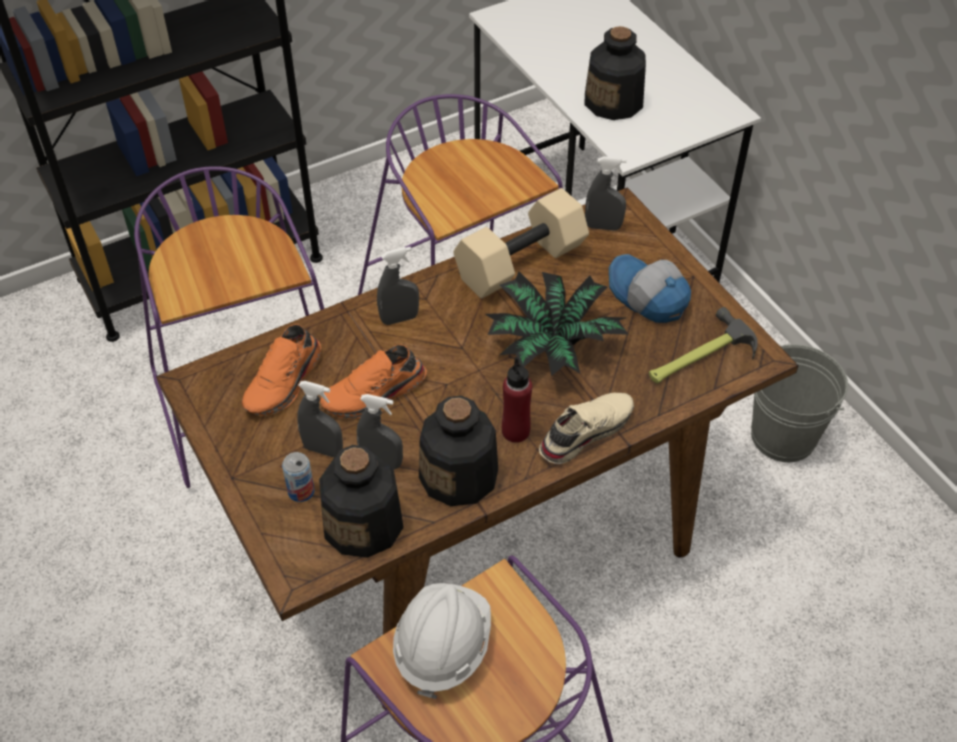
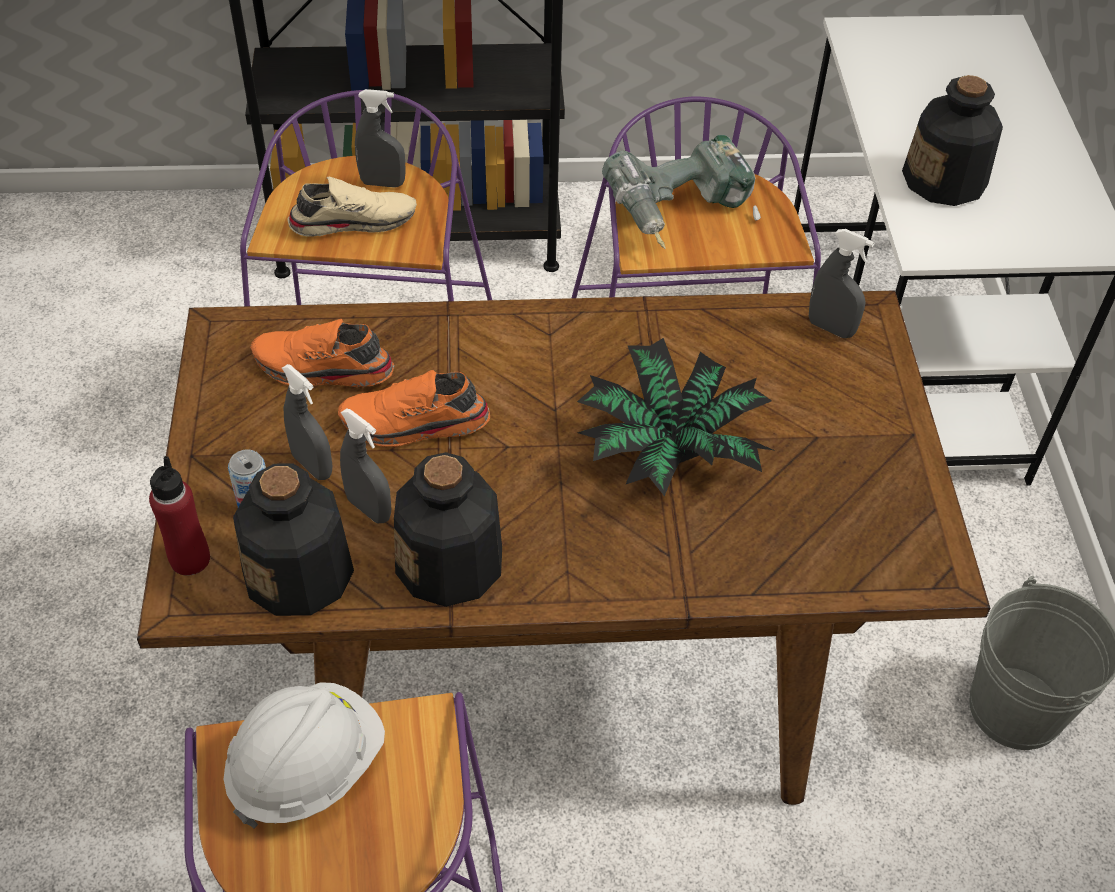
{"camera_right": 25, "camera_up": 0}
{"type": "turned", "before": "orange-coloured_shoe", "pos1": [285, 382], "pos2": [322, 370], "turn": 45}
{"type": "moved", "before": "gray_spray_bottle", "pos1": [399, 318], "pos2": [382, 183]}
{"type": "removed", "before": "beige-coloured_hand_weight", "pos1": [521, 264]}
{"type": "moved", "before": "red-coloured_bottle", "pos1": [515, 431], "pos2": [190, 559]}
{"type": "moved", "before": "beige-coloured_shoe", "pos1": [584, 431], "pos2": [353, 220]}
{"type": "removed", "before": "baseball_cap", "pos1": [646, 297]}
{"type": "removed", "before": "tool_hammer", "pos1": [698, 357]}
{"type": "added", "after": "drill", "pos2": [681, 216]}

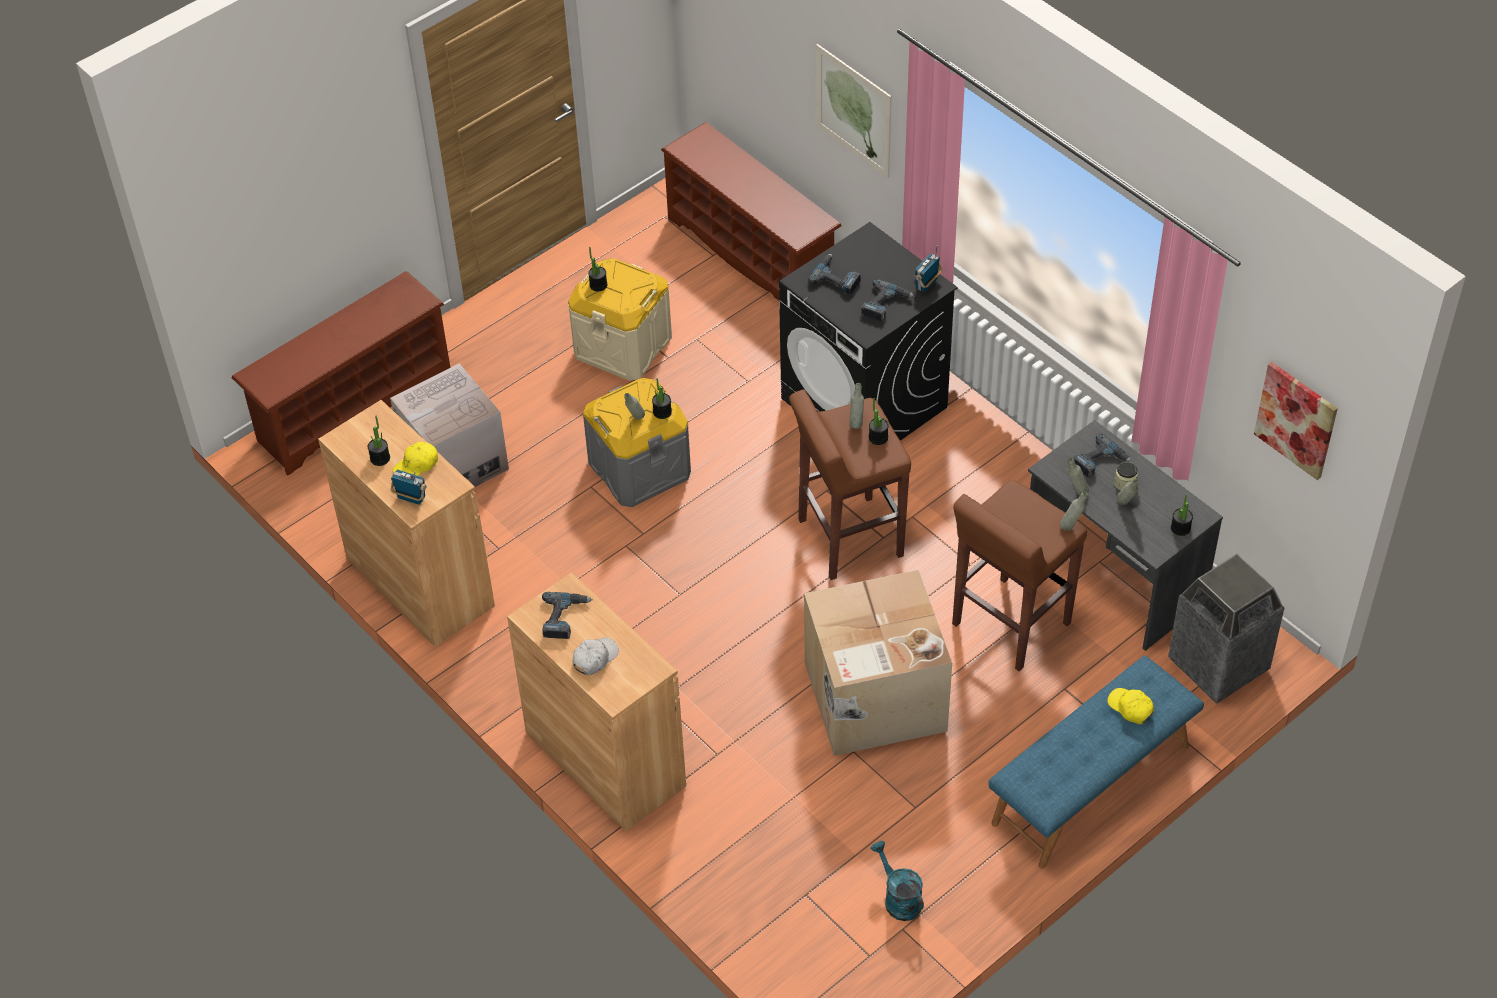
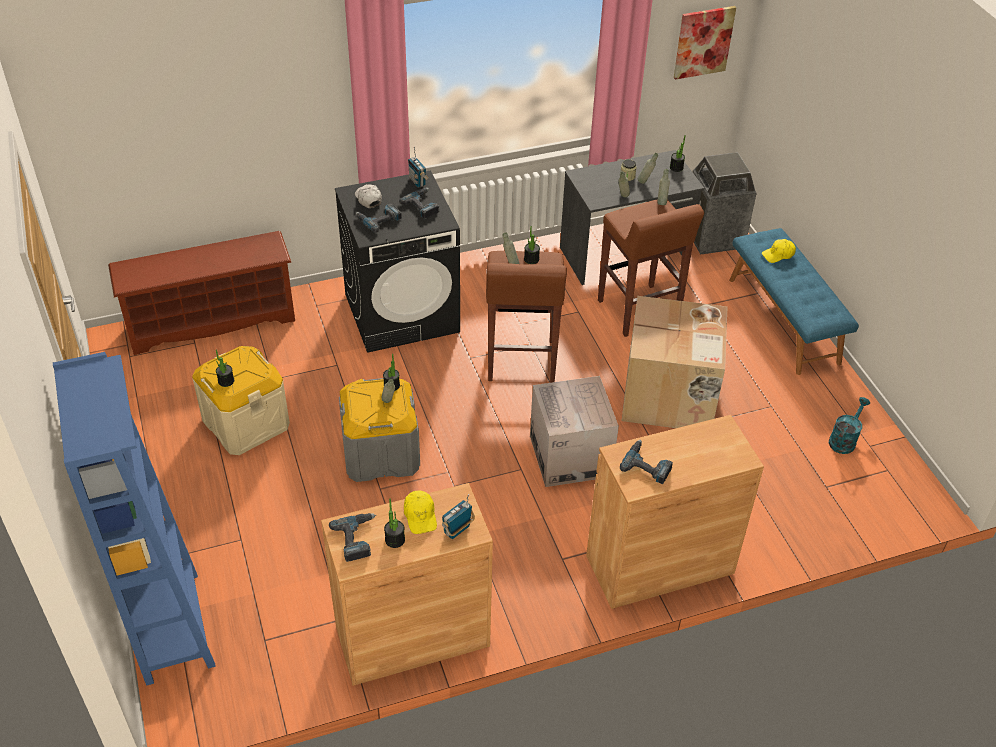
{"camera_right": -70, "camera_up": -5}
{"type": "replaced", "before": "brown-coloured_shoe_rack", "after": "bluish_bookcase", "pos1": [353, 406], "pos2": [172, 627]}
{"type": "moved", "before": "carton", "pos1": [455, 462], "pos2": [570, 456]}
{"type": "moved", "before": "whitish_baseball_cap", "pos1": [595, 658], "pos2": [368, 199]}
{"type": "removed", "before": "wall_art", "pos1": [853, 110]}
{"type": "turned", "before": "turquoise_sprinkling_can", "pos1": [898, 898], "pos2": [844, 439], "turn": 135}
{"type": "moved", "before": "drill", "pos1": [1100, 462], "pos2": [357, 539]}

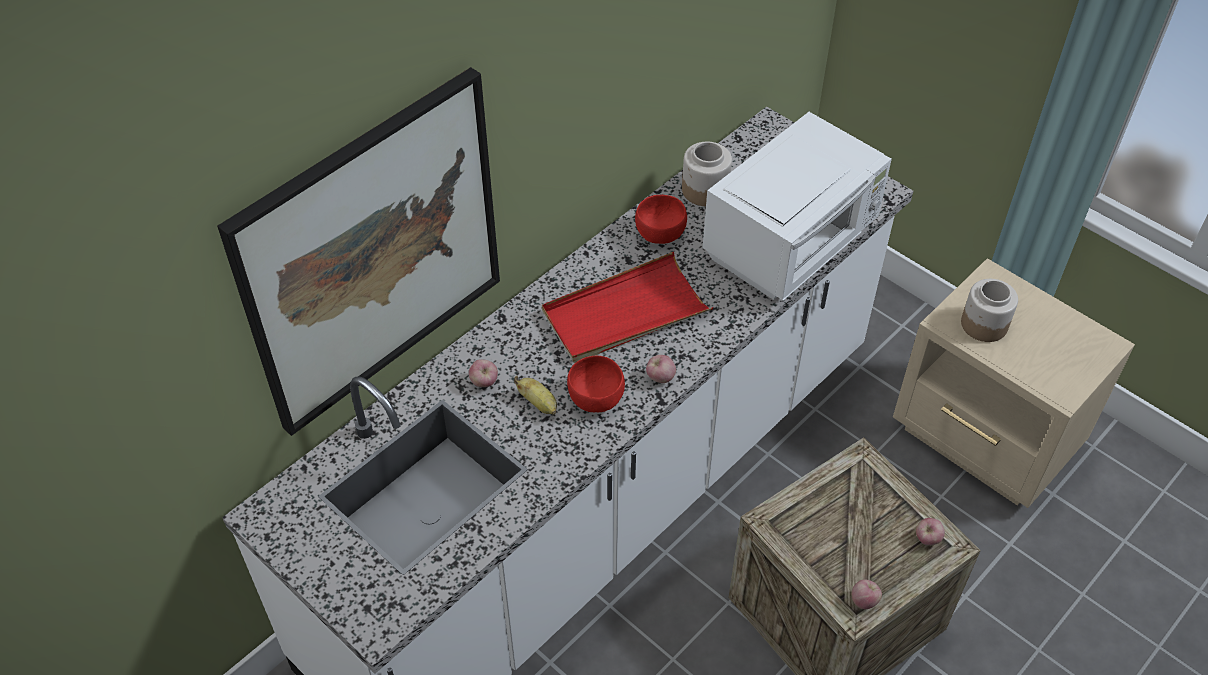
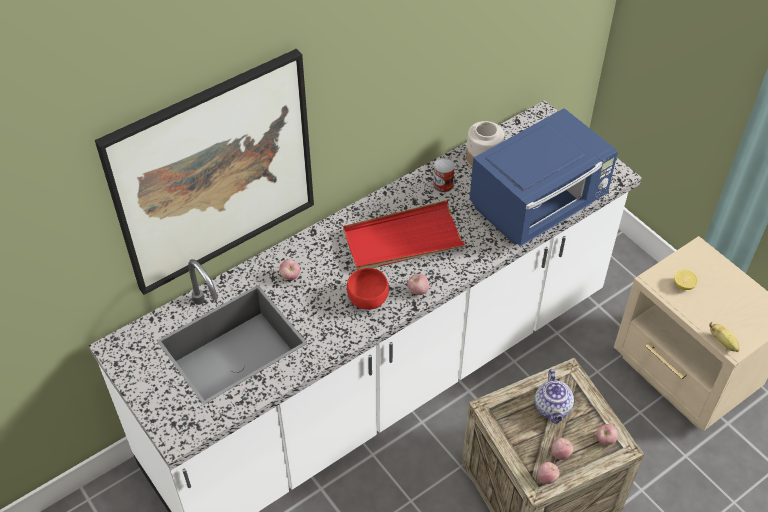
{"camera_right": 10, "camera_up": 0}
{"type": "moved", "before": "banana", "pos1": [539, 404], "pos2": [723, 342]}
{"type": "replaced", "before": "red-coloured_serving_bowl", "after": "can", "pos1": [660, 233], "pos2": [443, 185]}
{"type": "recoloured", "before": "whitish_kitchen_microwave", "after": "bluish_kitchen_microwave", "pos1": [792, 243], "pos2": [539, 205]}
{"type": "replaced", "before": "jar", "after": "citrus_fruit", "pos1": [983, 324], "pos2": [683, 285]}
{"type": "added", "after": "tea_pot", "pos2": [552, 408]}
{"type": "added", "after": "apple_fruit", "pos2": [560, 453]}

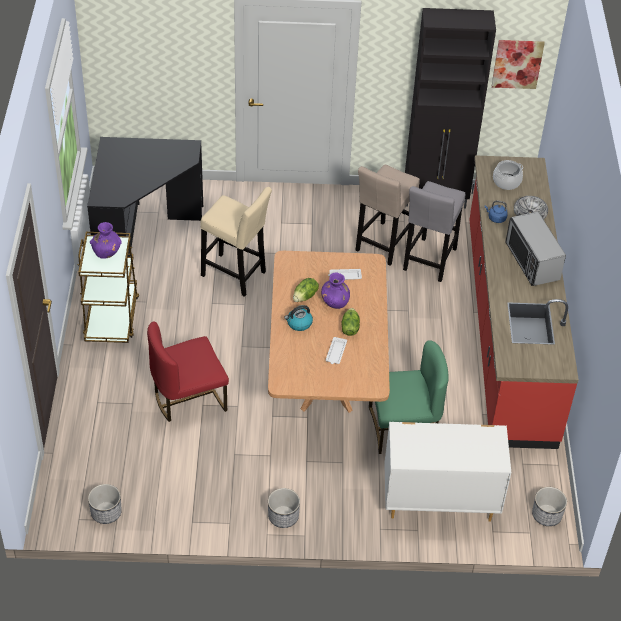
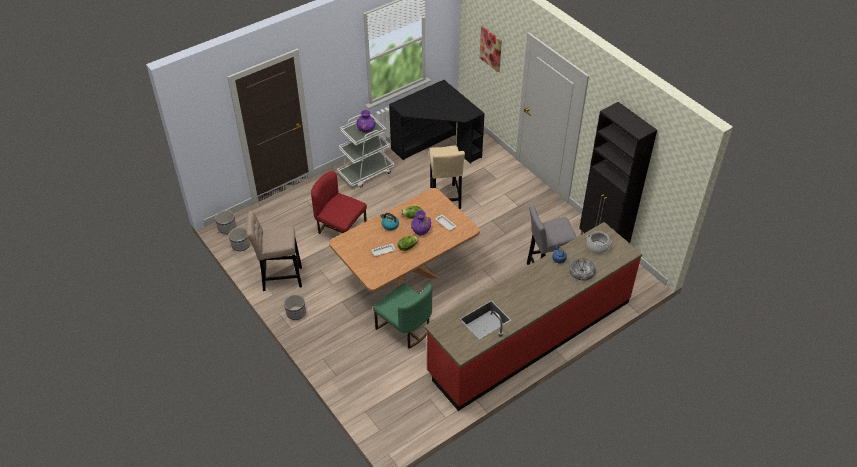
{"camera_right": 55, "camera_up": 0}
{"type": "recoloured", "before": "brown-coloured_wheeled_cart", "after": "whitish_wheeled_cart", "pos1": [111, 318], "pos2": [366, 172]}
{"type": "moved", "before": "beige-coloured_stool_seat", "pos1": [383, 245], "pos2": [279, 278]}
{"type": "removed", "before": "whitish_dresser", "pos1": [439, 501]}
{"type": "moved", "before": "wall_art", "pos1": [517, 63], "pos2": [491, 49]}
{"type": "removed", "before": "kitchen_microwave", "pos1": [532, 261]}
{"type": "moved", "before": "planter", "pos1": [546, 515], "pos2": [227, 228]}

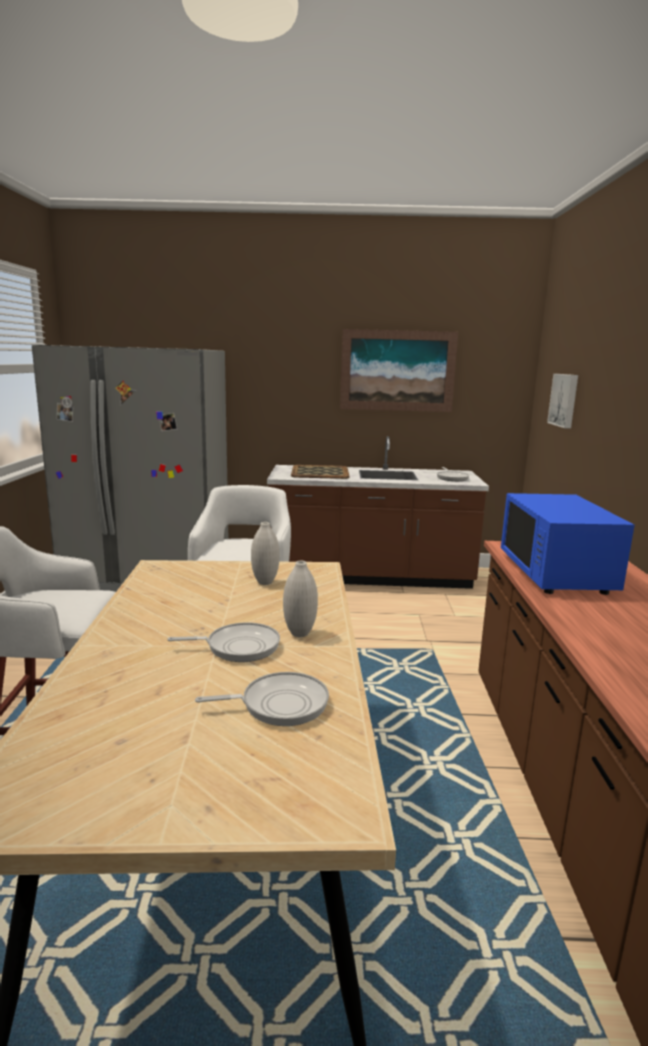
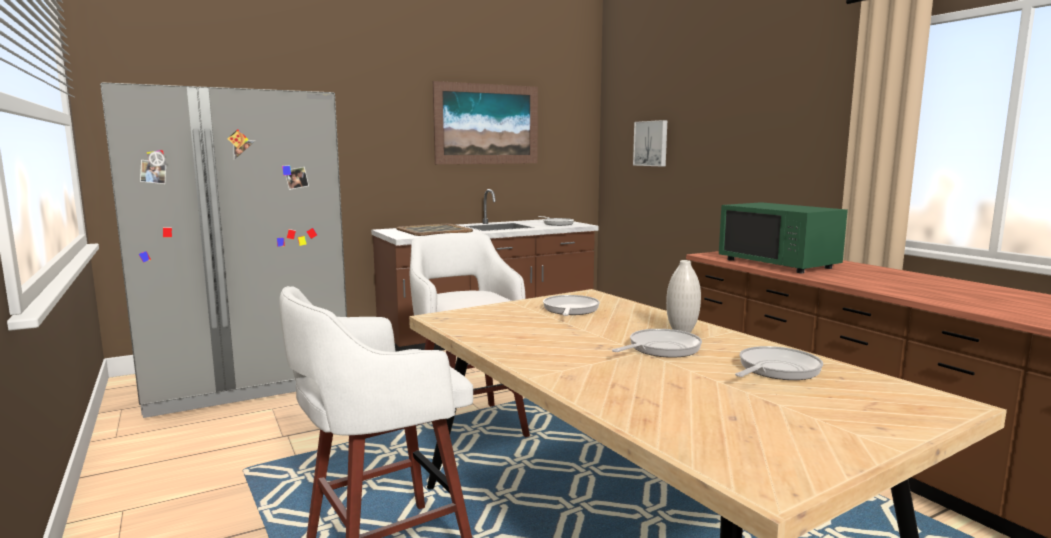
{"camera_right": -30, "camera_up": -5}
{"type": "replaced", "before": "whitish_vase", "after": "frying_pan", "pos1": [265, 582], "pos2": [570, 310]}
{"type": "recoloured", "before": "bluish_kitchen_microwave", "after": "green-coloured_kitchen_microwave", "pos1": [556, 574], "pos2": [778, 263]}

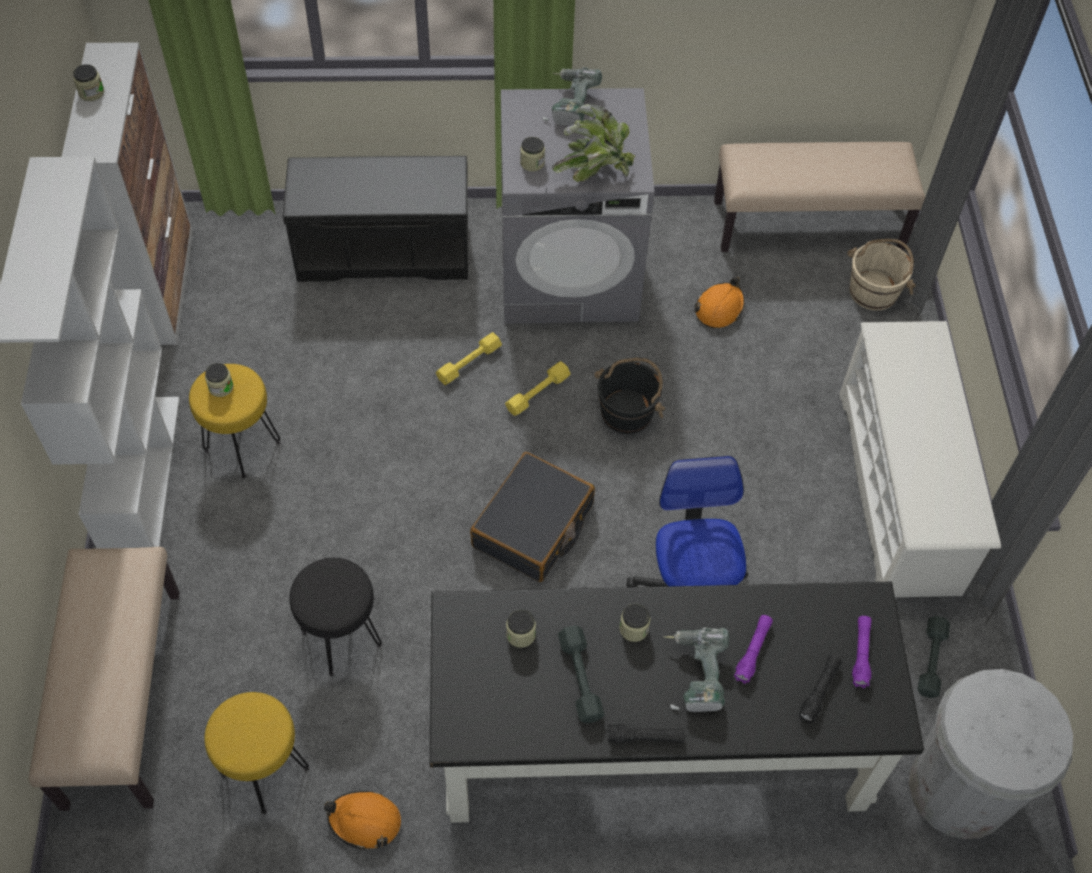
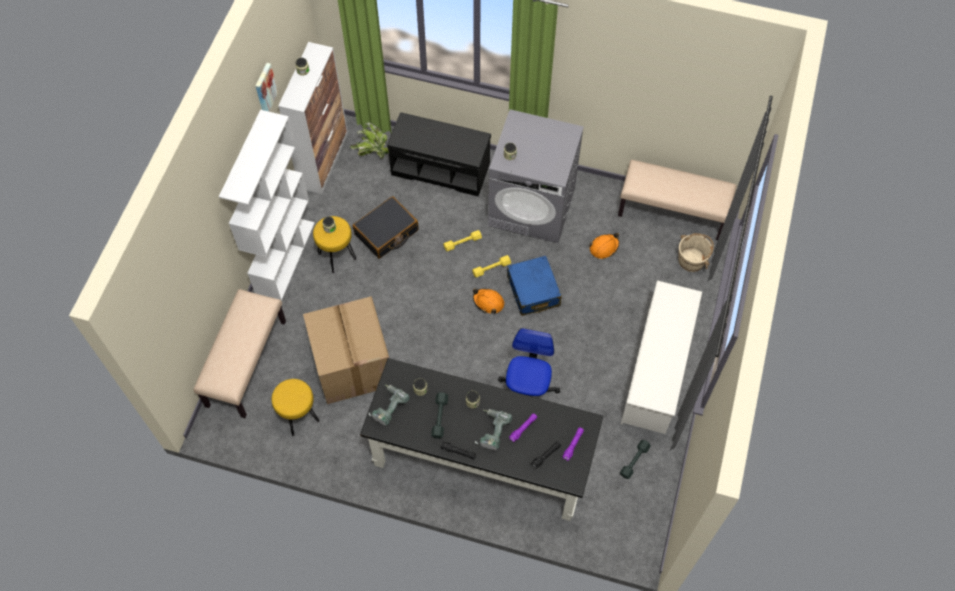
{"camera_right": 20, "camera_up": 5}
{"type": "replaced", "before": "black-coloured_stool_seat", "after": "carton", "pos1": [342, 639], "pos2": [354, 365]}
{"type": "moved", "before": "orange-coloured_work_helmet", "pos1": [365, 821], "pos2": [488, 302]}
{"type": "moved", "before": "black-coloured_suitcase", "pos1": [533, 526], "pos2": [386, 232]}
{"type": "moved", "before": "drill", "pos1": [570, 105], "pos2": [388, 407]}
{"type": "moved", "before": "houseplant", "pos1": [594, 170], "pos2": [371, 151]}
{"type": "replaced", "before": "black-coloured_water_bucket", "after": "bluish_suitcase", "pos1": [627, 412], "pos2": [533, 291]}
{"type": "removed", "before": "whitish_waste_bin", "pos1": [960, 788]}
{"type": "added", "after": "wall_art", "pos2": [264, 88]}

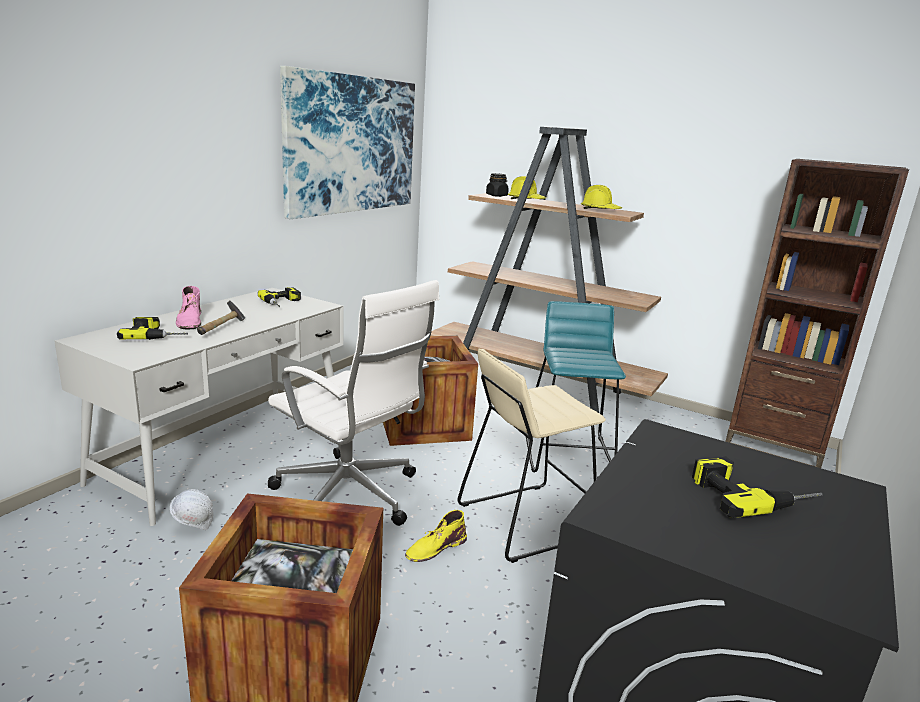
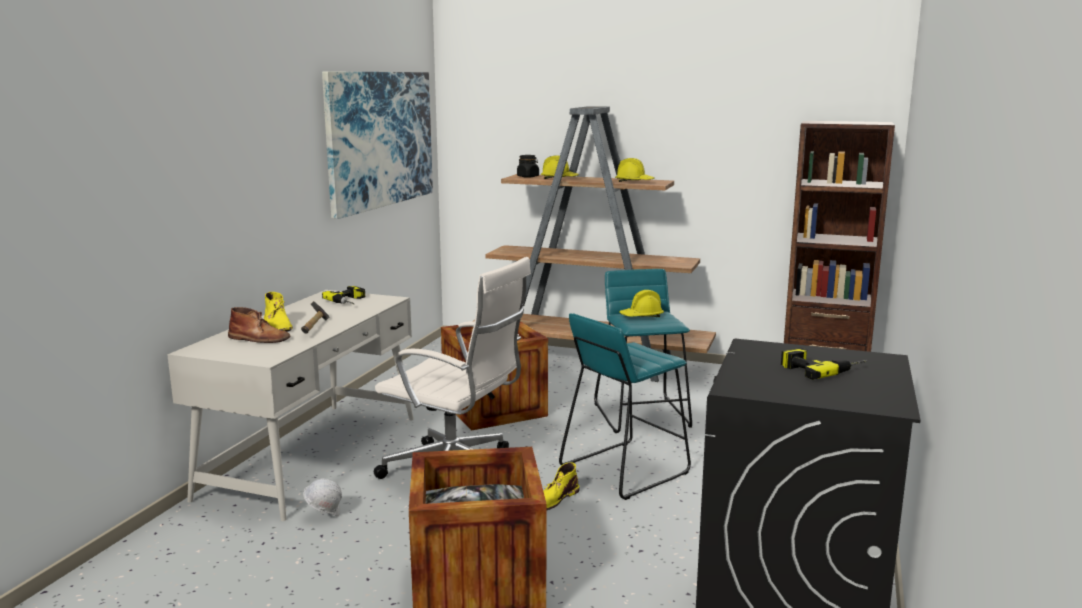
{"camera_right": -10, "camera_up": -5}
{"type": "replaced", "before": "drill", "after": "brown-coloured_tall_boot", "pos1": [157, 334], "pos2": [259, 339]}
{"type": "recoloured", "before": "pink_tall_boot", "after": "yellow_tall_boot", "pos1": [190, 321], "pos2": [277, 325]}
{"type": "recoloured", "before": "beige-coloured_stool_seat", "after": "turquoise_stool_seat", "pos1": [525, 520], "pos2": [624, 469]}
{"type": "added", "after": "yellow_work_helmet", "pos2": [641, 316]}

